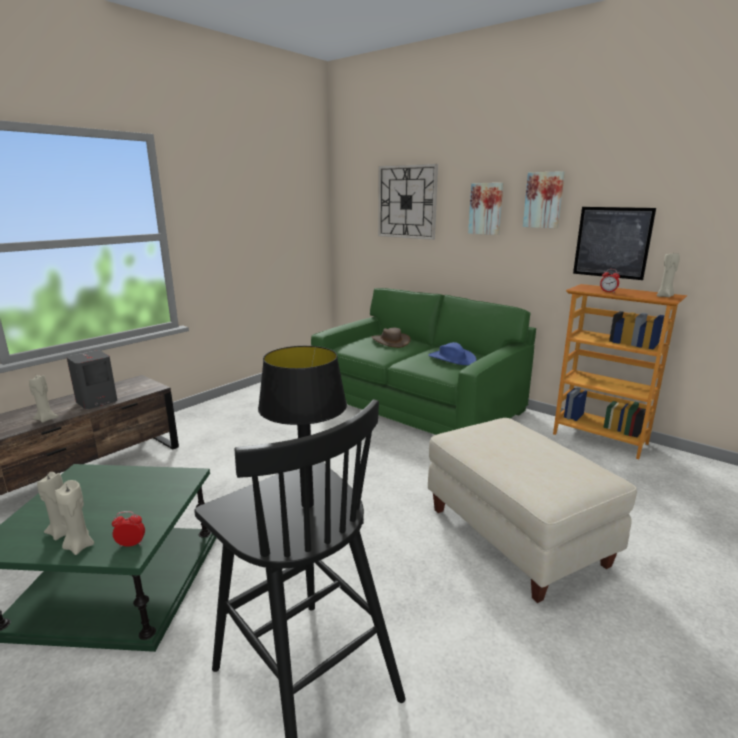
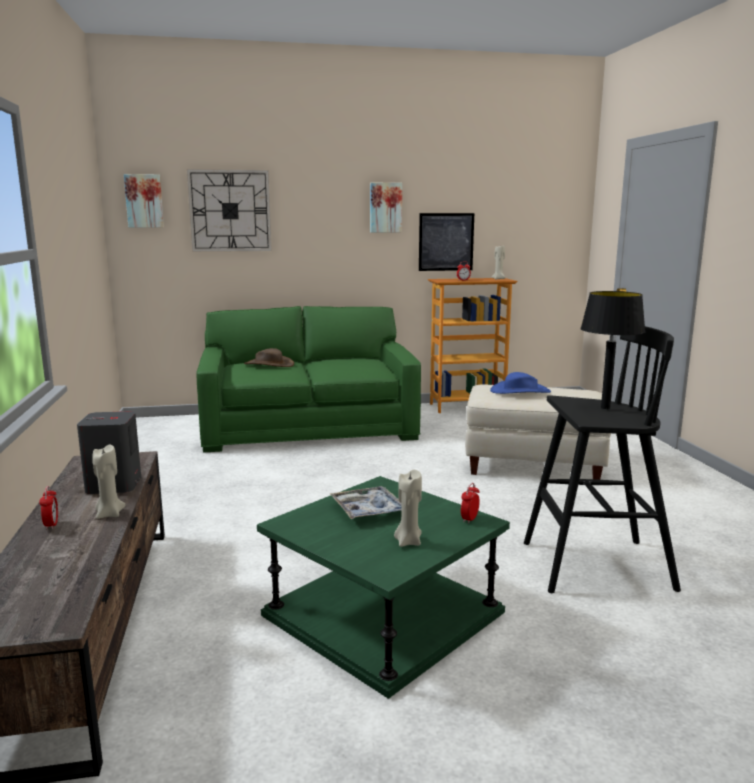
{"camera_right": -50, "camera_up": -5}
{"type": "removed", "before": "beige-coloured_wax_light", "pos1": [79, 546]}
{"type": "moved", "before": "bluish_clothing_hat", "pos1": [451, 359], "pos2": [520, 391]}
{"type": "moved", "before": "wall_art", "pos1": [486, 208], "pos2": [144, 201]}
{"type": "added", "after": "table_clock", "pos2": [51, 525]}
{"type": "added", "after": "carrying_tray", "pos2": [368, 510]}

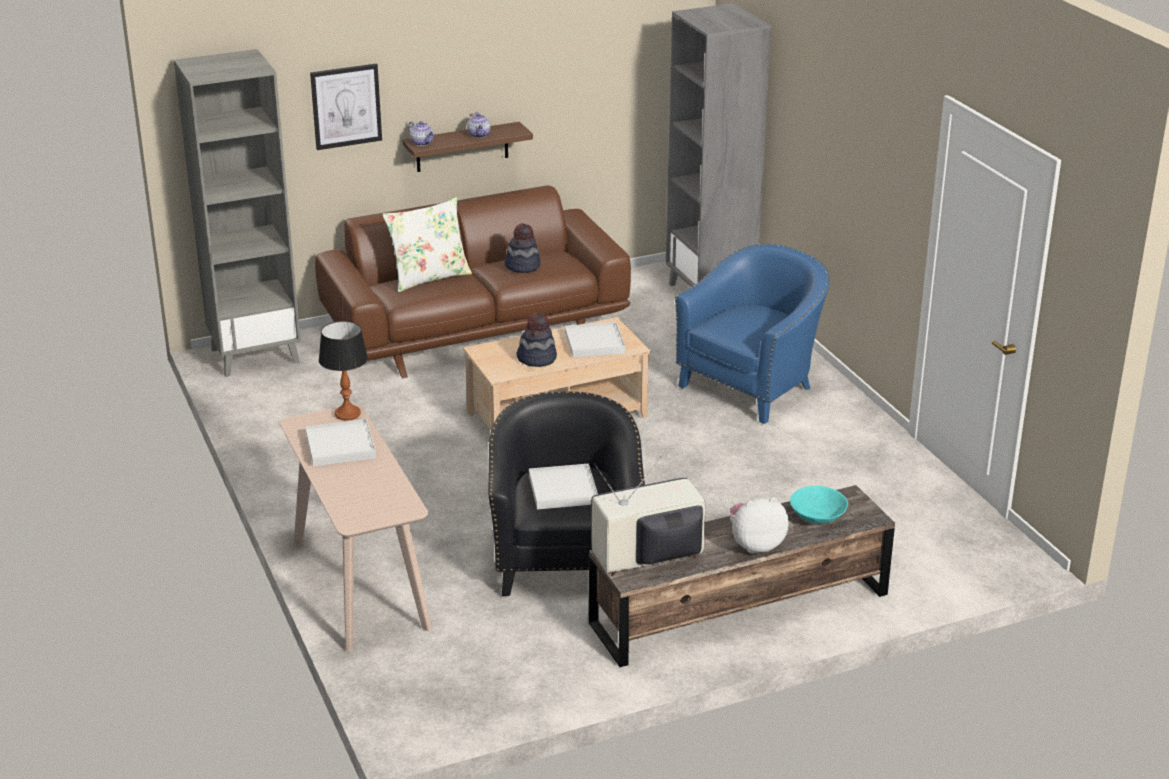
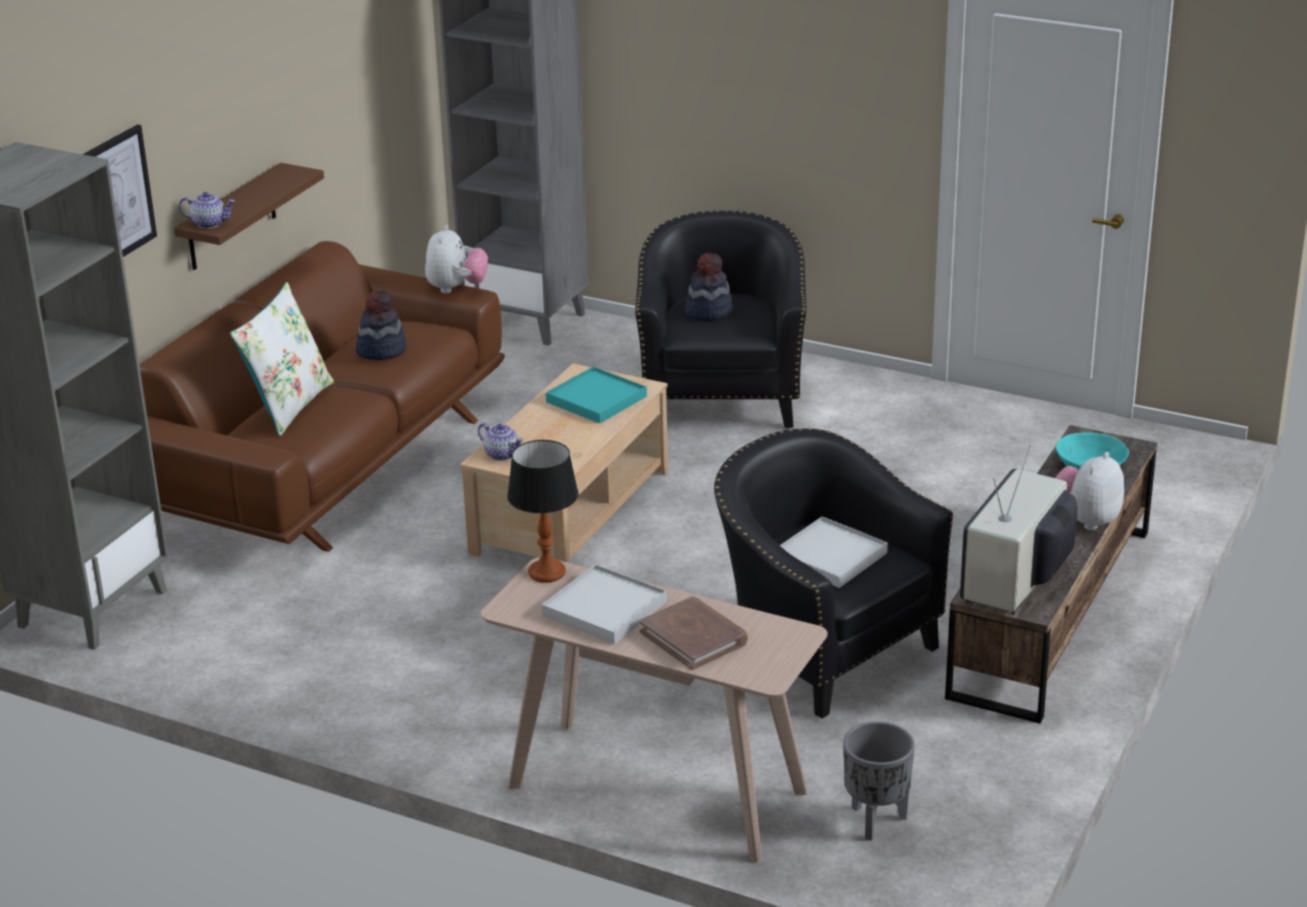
{"camera_right": -40, "camera_up": 0}
{"type": "moved", "before": "tea_pot", "pos1": [479, 135], "pos2": [502, 454]}
{"type": "moved", "before": "clothing_hat", "pos1": [537, 358], "pos2": [708, 311]}
{"type": "recoloured", "before": "whitish_carrying_tray", "after": "turquoise_carrying_tray", "pos1": [594, 343], "pos2": [596, 399]}
{"type": "recoloured", "before": "bluish_armchair", "after": "black-coloured_armchair", "pos1": [753, 386], "pos2": [722, 396]}
{"type": "added", "after": "soft_toy", "pos2": [456, 288]}
{"type": "added", "after": "brown-coloured_bound_book", "pos2": [694, 637]}
{"type": "added", "after": "gray_planter", "pos2": [876, 821]}

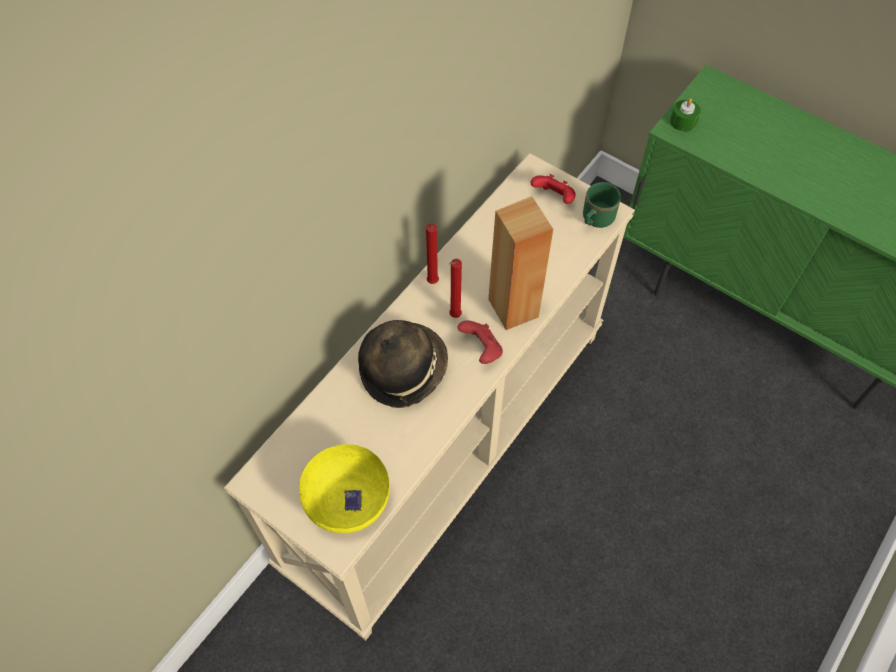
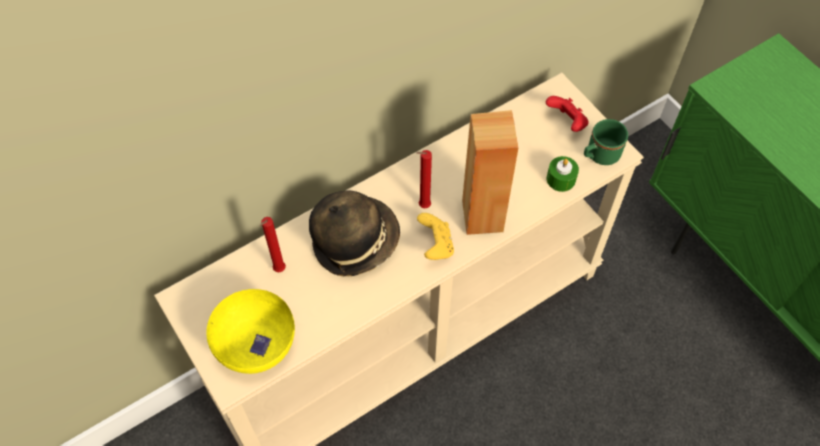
{"camera_right": 20, "camera_up": 0}
{"type": "moved", "before": "red-coloured_wax_light", "pos1": [432, 283], "pos2": [278, 271]}
{"type": "recoloured", "before": "red-coloured_gamepad", "after": "yellow_gamepad", "pos1": [481, 349], "pos2": [436, 245]}
{"type": "moved", "before": "green-coloured_wax_light", "pos1": [683, 122], "pos2": [561, 179]}

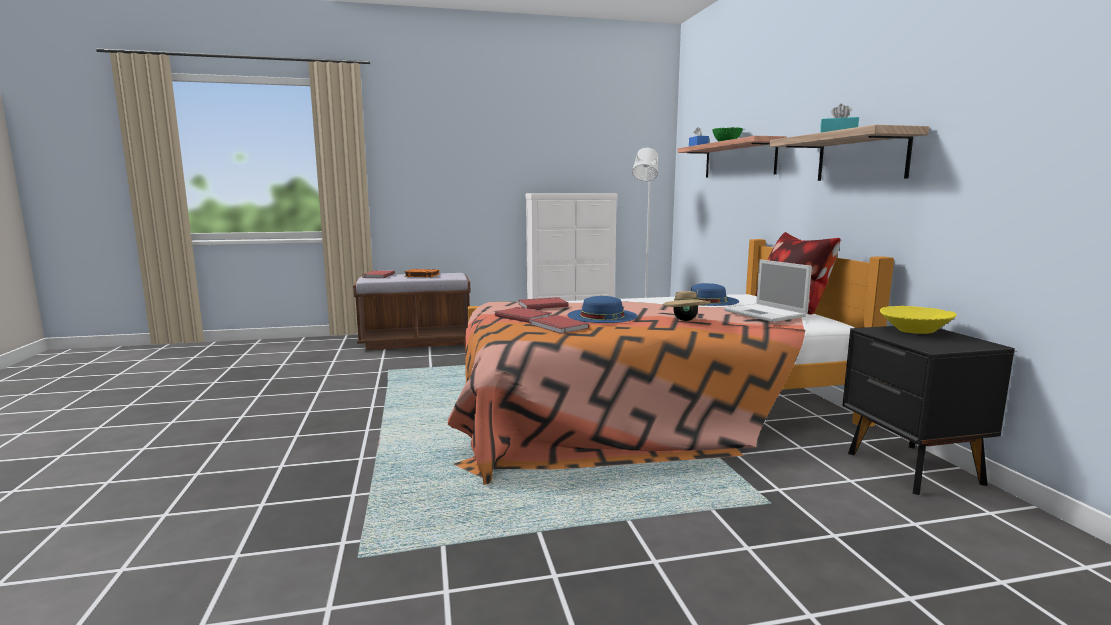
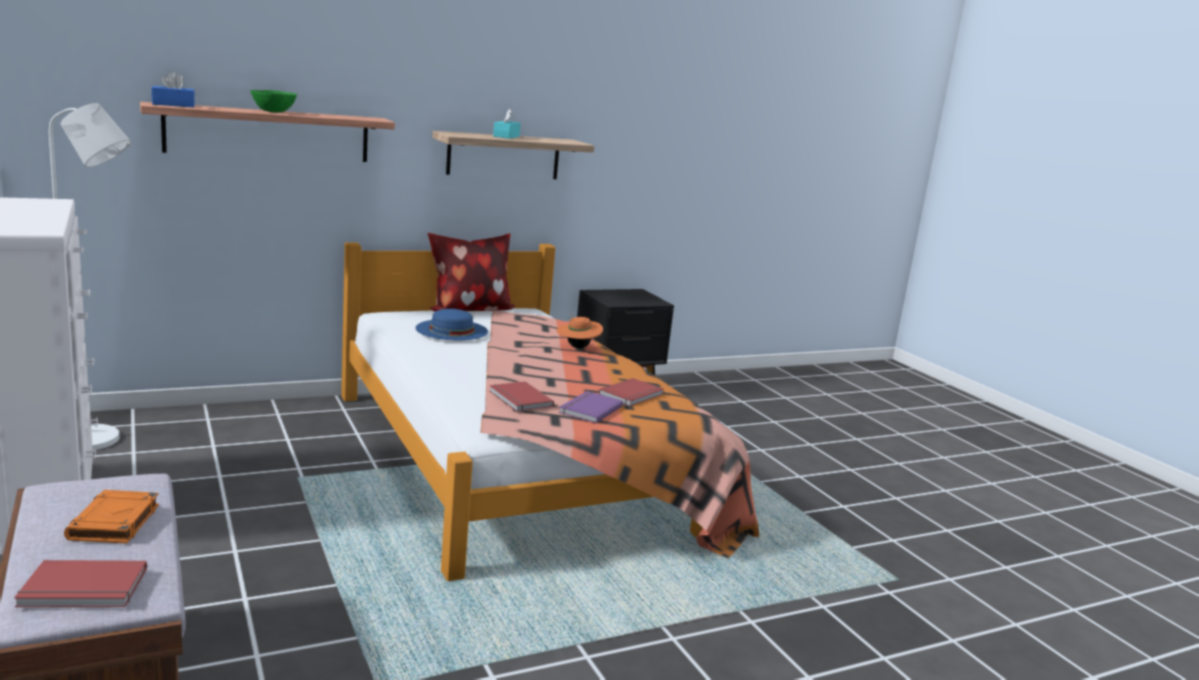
{"camera_right": -105, "camera_up": 5}
{"type": "recoloured", "before": "red-coloured_bound_book", "after": "purple-coloured_bound_book", "pos1": [524, 316], "pos2": [589, 409]}
{"type": "removed", "before": "bluish_clothing_hat", "pos1": [602, 315]}
{"type": "recoloured", "before": "beige-coloured_clothing_hat", "after": "orange-coloured_clothing_hat", "pos1": [685, 320], "pos2": [577, 347]}
{"type": "removed", "before": "laptop", "pos1": [766, 313]}
{"type": "removed", "before": "yellow_serving_bowl", "pos1": [914, 331]}

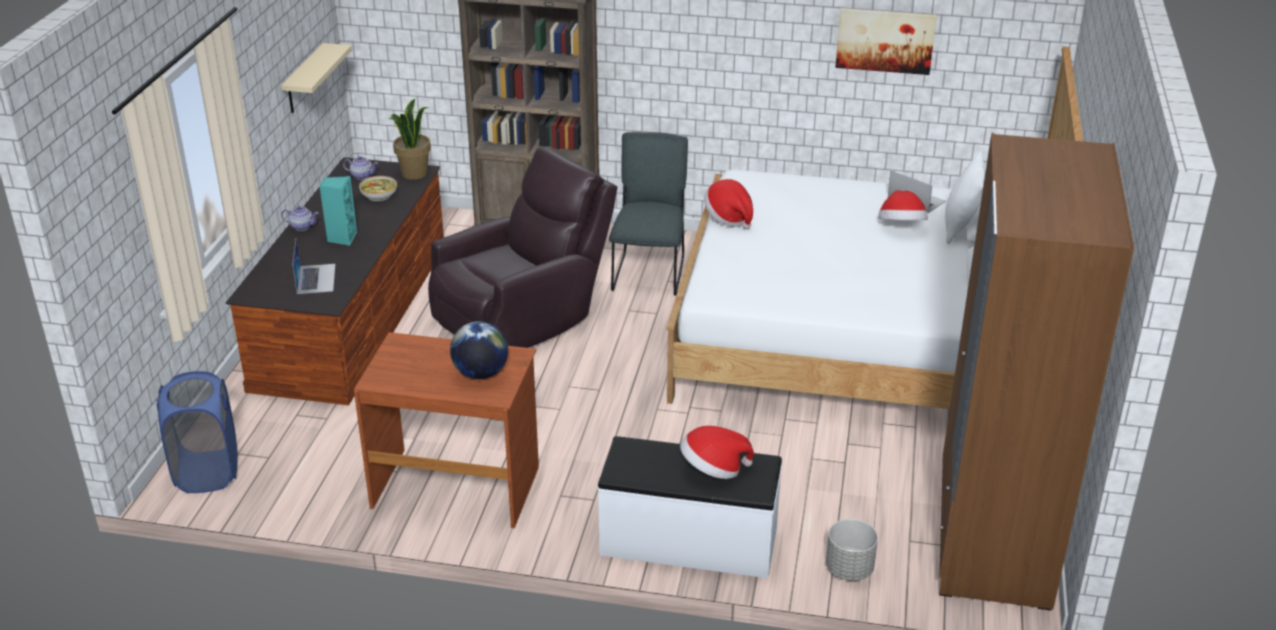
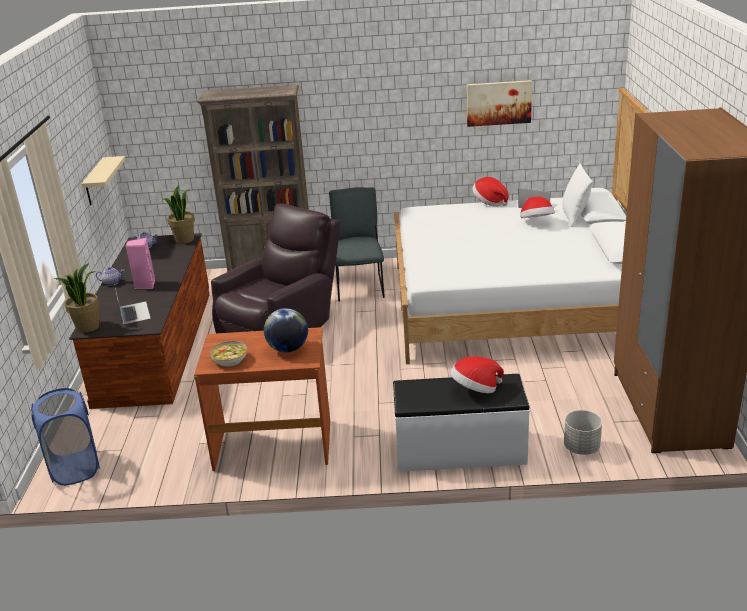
{"camera_right": -10, "camera_up": -5}
{"type": "recoloured", "before": "turquoise_loudspeaker", "after": "pink_loudspeaker", "pos1": [342, 238], "pos2": [145, 285]}
{"type": "moved", "before": "serving_bowl", "pos1": [379, 194], "pos2": [229, 360]}
{"type": "moved", "before": "clothing_hat", "pos1": [729, 218], "pos2": [489, 202]}
{"type": "added", "after": "houseplant", "pos2": [88, 327]}

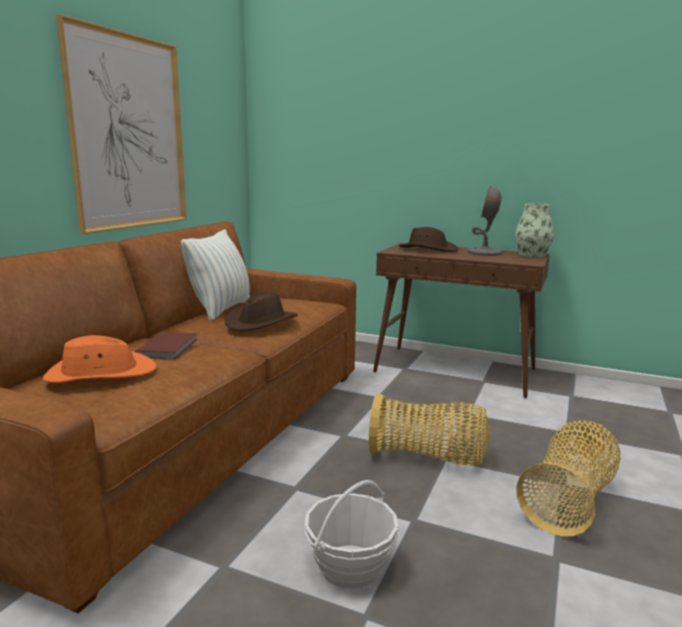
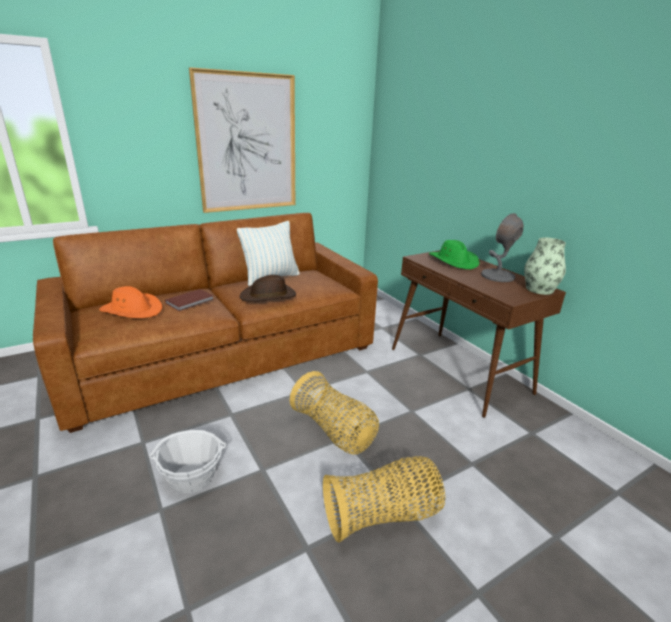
{"camera_right": 35, "camera_up": 10}
{"type": "recoloured", "before": "brown-coloured_clothing_hat", "after": "green-coloured_clothing_hat", "pos1": [428, 249], "pos2": [454, 261]}

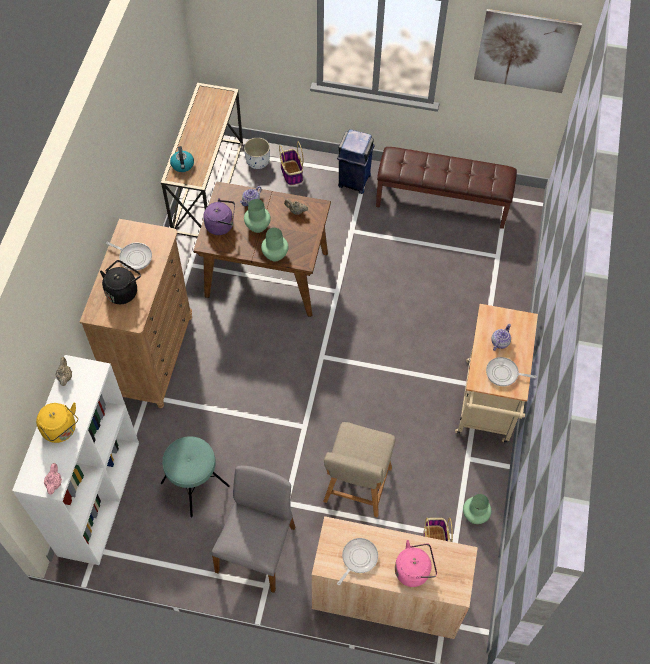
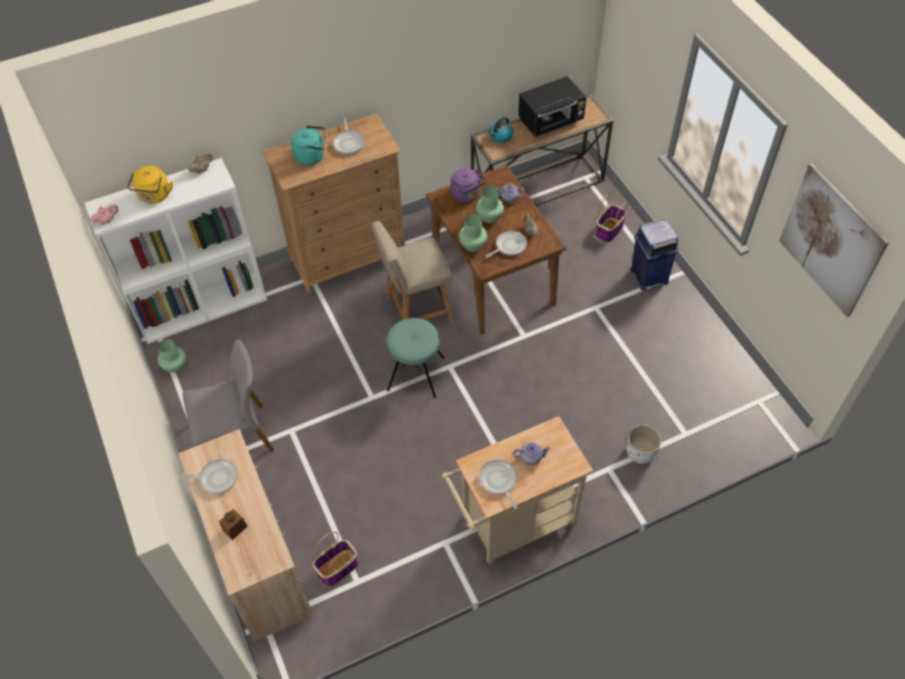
{"camera_right": 55, "camera_up": -5}
{"type": "recoloured", "before": "black-coloured_water_kettle", "after": "turquoise_water_kettle", "pos1": [123, 291], "pos2": [312, 156]}
{"type": "moved", "before": "turquoise_stool_seat", "pos1": [195, 484], "pos2": [416, 374]}
{"type": "moved", "before": "whitish_planter", "pos1": [258, 161], "pos2": [641, 452]}
{"type": "moved", "before": "beige-coloured_plain_chair", "pos1": [356, 488], "pos2": [416, 310]}
{"type": "removed", "before": "brown-coloured_long_seat", "pos1": [442, 202]}
{"type": "replaced", "before": "pink_water_kettle", "after": "brown-coloured_jar", "pos1": [414, 570], "pos2": [234, 528]}
{"type": "moved", "before": "green-coloured_vase", "pos1": [475, 515], "pos2": [174, 366]}
{"type": "added", "after": "frying_pan", "pos2": [509, 246]}
{"type": "added", "after": "black-coloured_kitchen_microwave", "pos2": [551, 121]}

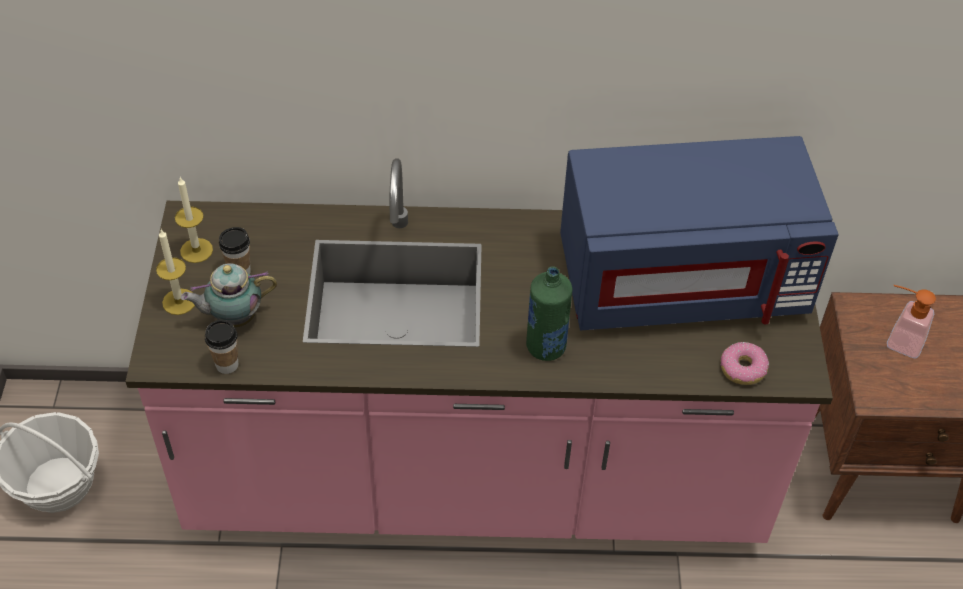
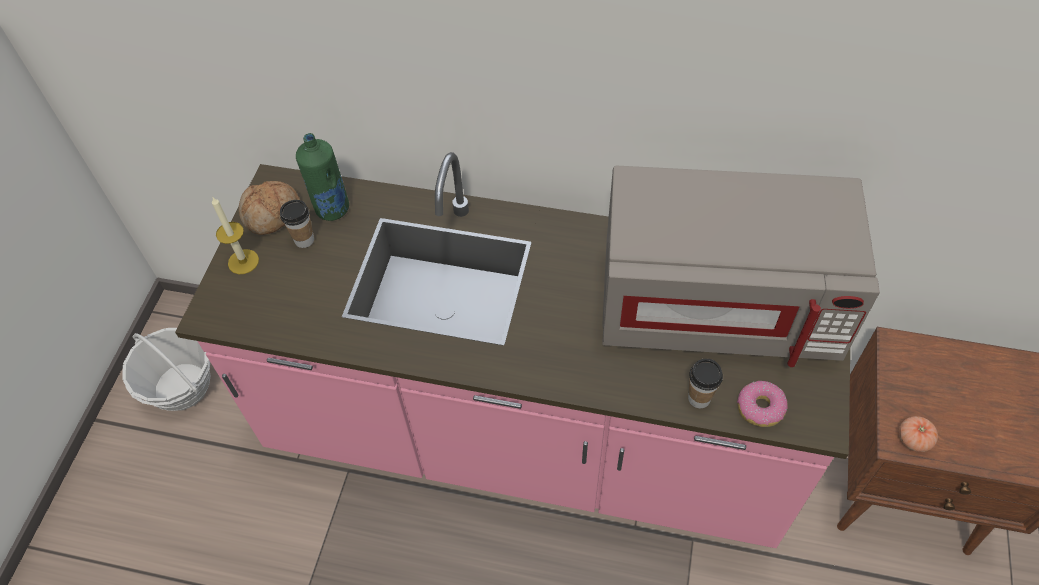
{"camera_right": 15, "camera_up": 5}
{"type": "replaced", "before": "wax_light", "after": "bread", "pos1": [196, 250], "pos2": [272, 214]}
{"type": "removed", "before": "tea_pot", "pos1": [233, 318]}
{"type": "moved", "before": "drinking_cup", "pos1": [227, 365], "pos2": [699, 398]}
{"type": "moved", "before": "green-coloured_bottle", "pos1": [545, 347], "pos2": [332, 209]}
{"type": "recoloured", "before": "bluish_kitchen_microwave", "after": "gray_kitchen_microwave", "pos1": [682, 280], "pos2": [718, 304]}
{"type": "removed", "before": "liquid_soap_bottle", "pos1": [898, 340]}
{"type": "added", "after": "tomato", "pos2": [913, 439]}

